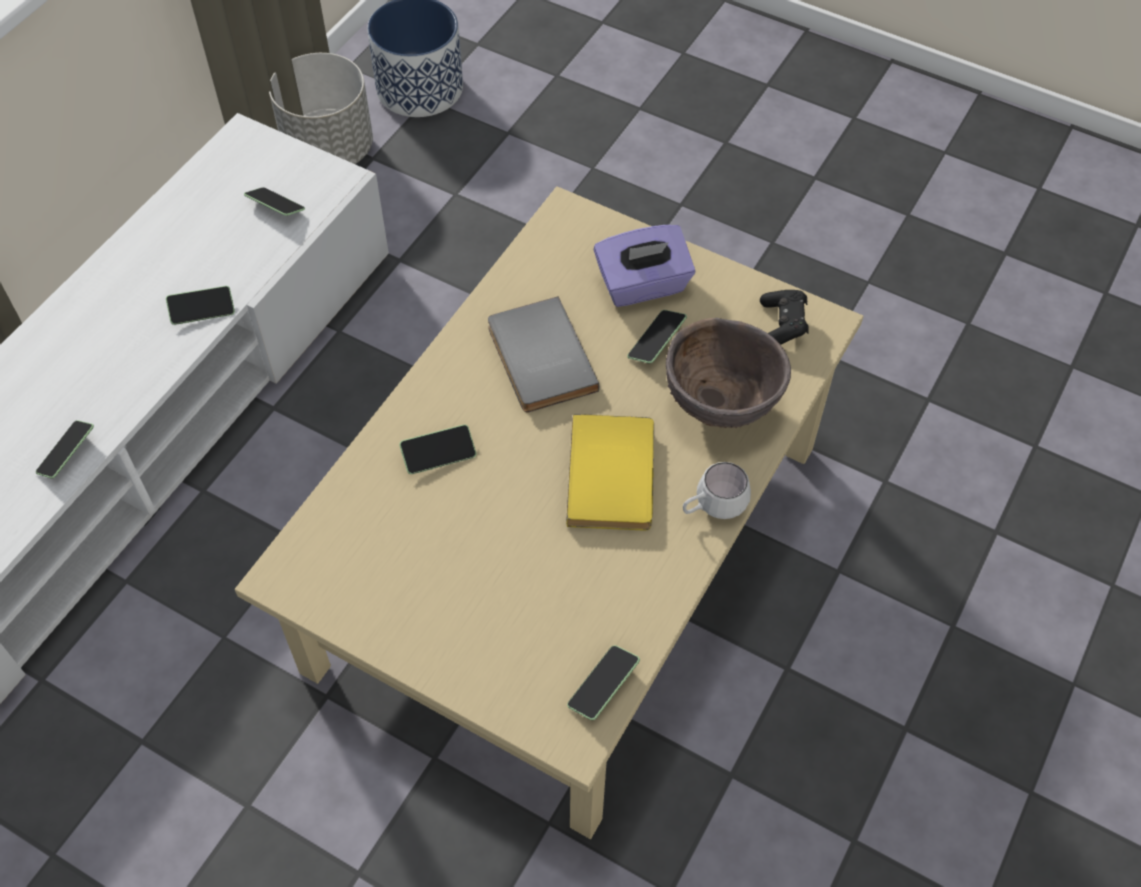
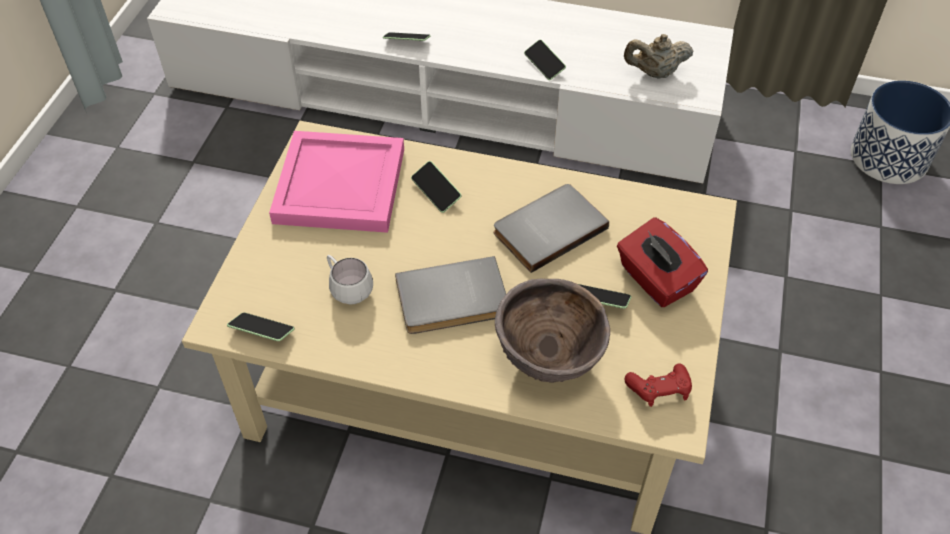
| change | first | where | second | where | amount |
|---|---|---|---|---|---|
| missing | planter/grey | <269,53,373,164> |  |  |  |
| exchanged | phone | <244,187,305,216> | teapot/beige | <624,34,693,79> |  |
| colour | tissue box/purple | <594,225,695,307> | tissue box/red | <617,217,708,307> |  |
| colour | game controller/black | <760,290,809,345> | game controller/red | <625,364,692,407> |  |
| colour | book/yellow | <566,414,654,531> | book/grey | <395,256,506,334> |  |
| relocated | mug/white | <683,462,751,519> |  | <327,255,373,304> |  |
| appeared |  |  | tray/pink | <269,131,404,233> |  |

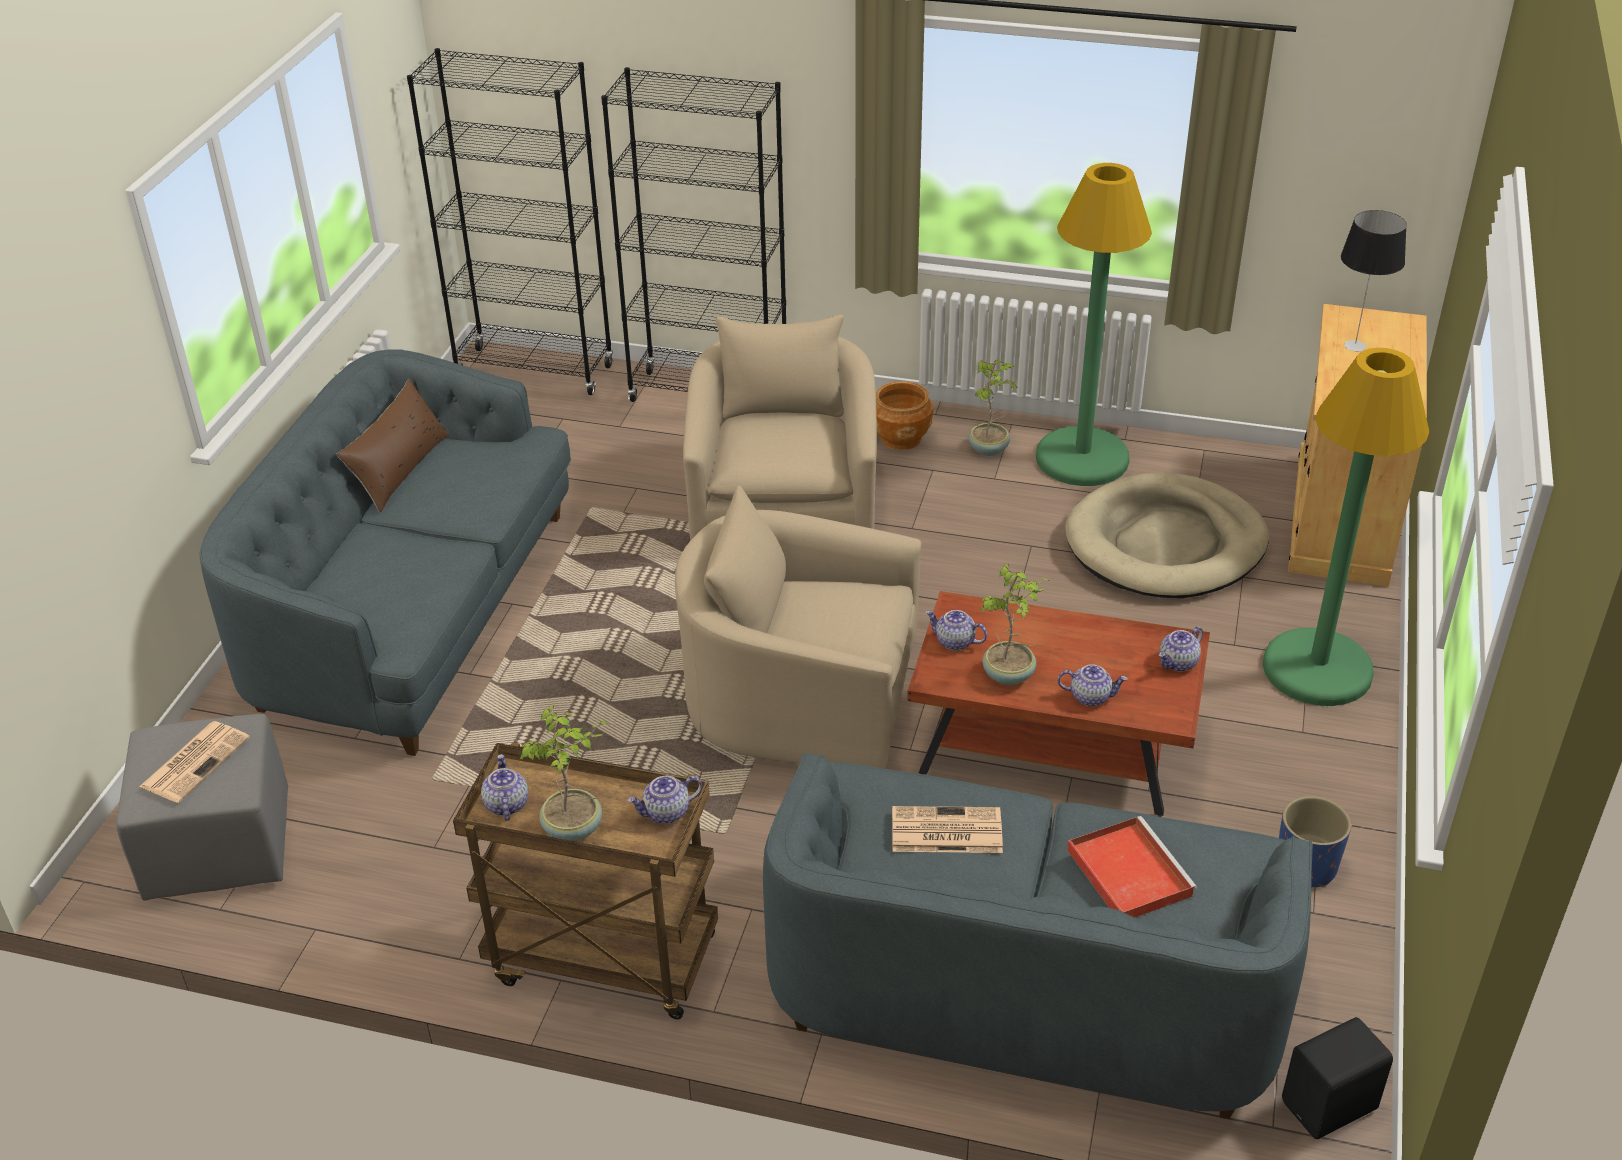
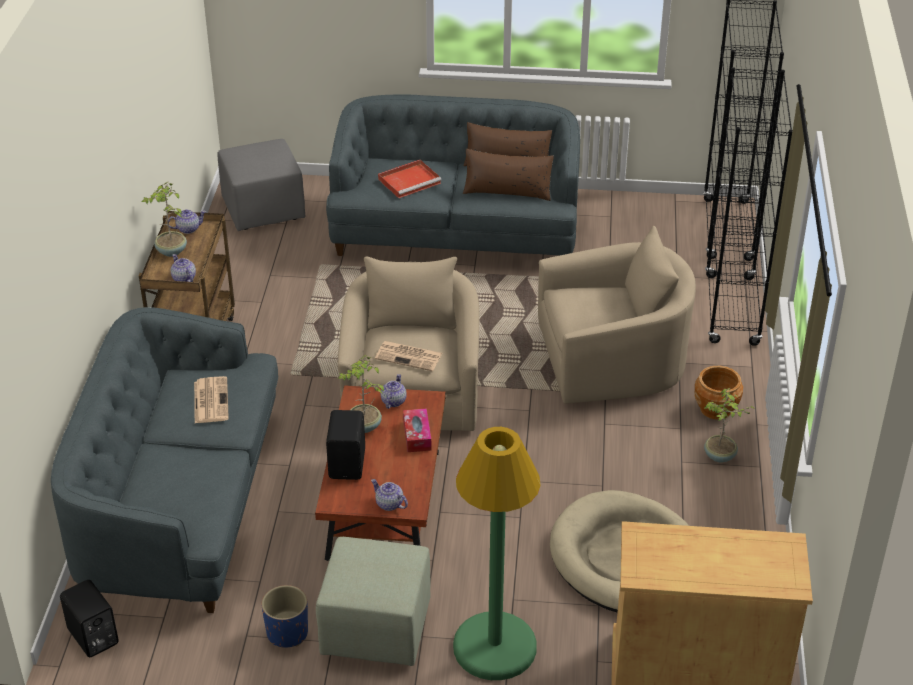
| change | first | where | second | where | amount |
|---|---|---|---|---|---|
| missing | floor lamp/green | <1036,163,1152,486> |  |  |  |
| missing | table lamp | <1341,210,1407,352> |  |  |  |
| exchanged | teapot | <1058,664,1128,706> | speaker/black | <326,410,365,480> |  |
| relocated | newspaper | <139,721,250,803> |  | <375,341,442,371> |  |
| relocated | tray/red | <1067,816,1197,918> |  | <378,160,441,198> |  |
| appeared |  |  | pillow/brown | <463,149,554,201> |  |
| appeared |  |  | tissue box | <403,408,431,452> |  |
| appeared |  |  | ottoman/green | <316,537,431,666> |  |

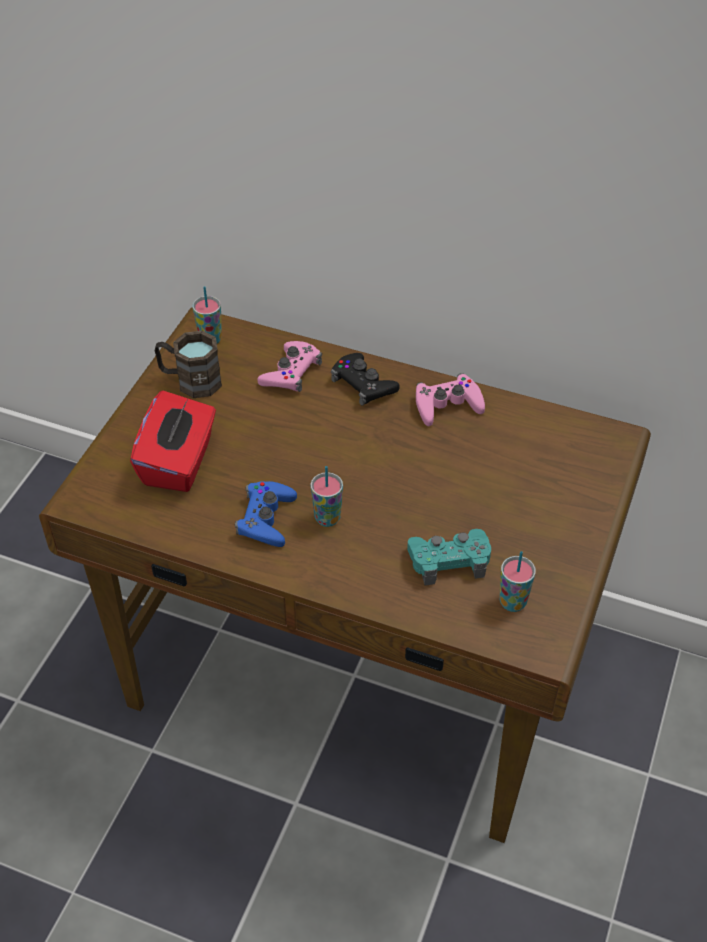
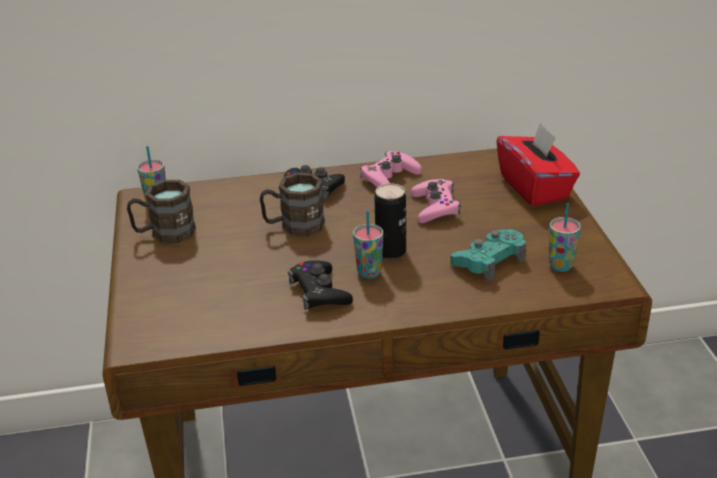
| change | first | where | second | where | amount |
|---|---|---|---|---|---|
| relocated | game controller/pink | <258,341,322,392> |  | <411,179,461,223> |  |
| relocated | tissue box/red | <130,390,216,492> |  | <496,122,580,206> |  |
| colour | game controller/blue | <235,481,297,547> | game controller/black | <288,260,353,310> |  |
| appeared |  |  | mug/brown | <260,173,325,236> |  |
| appeared |  |  | can | <374,183,406,259> |  |

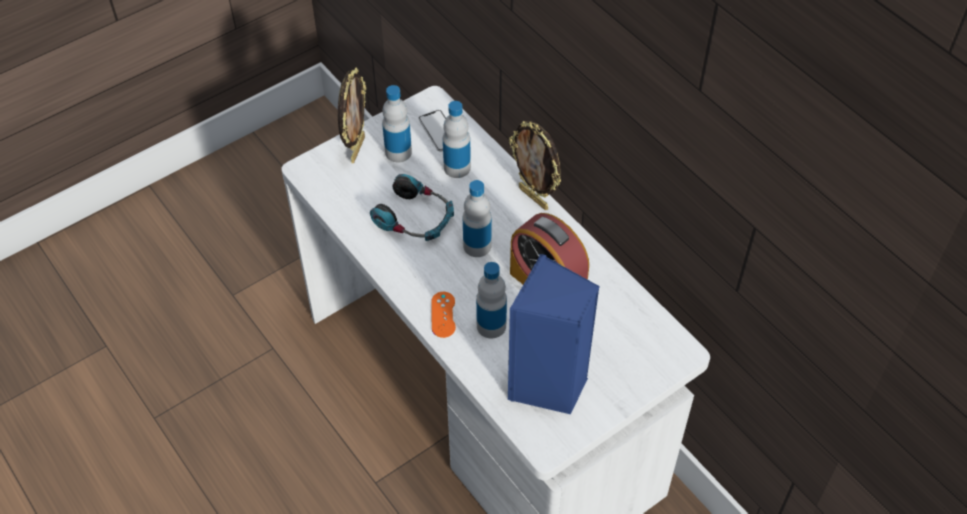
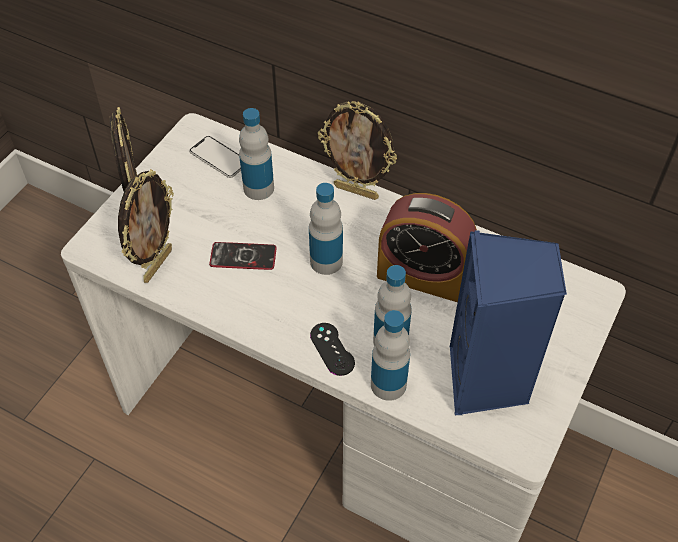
| change | first | where | second | where | amount |
|---|---|---|---|---|---|
| relocated | bottle | <382,85,412,163> |  | <371,310,410,401> |  |
| exchanged | headphones | <370,174,454,241> | phone | <209,242,277,270> |  |
| colour | game controller/orange | <431,292,456,338> | game controller/black | <310,323,355,376> |  |
| appeared |  |  | picture frame | <118,169,174,283> |  |

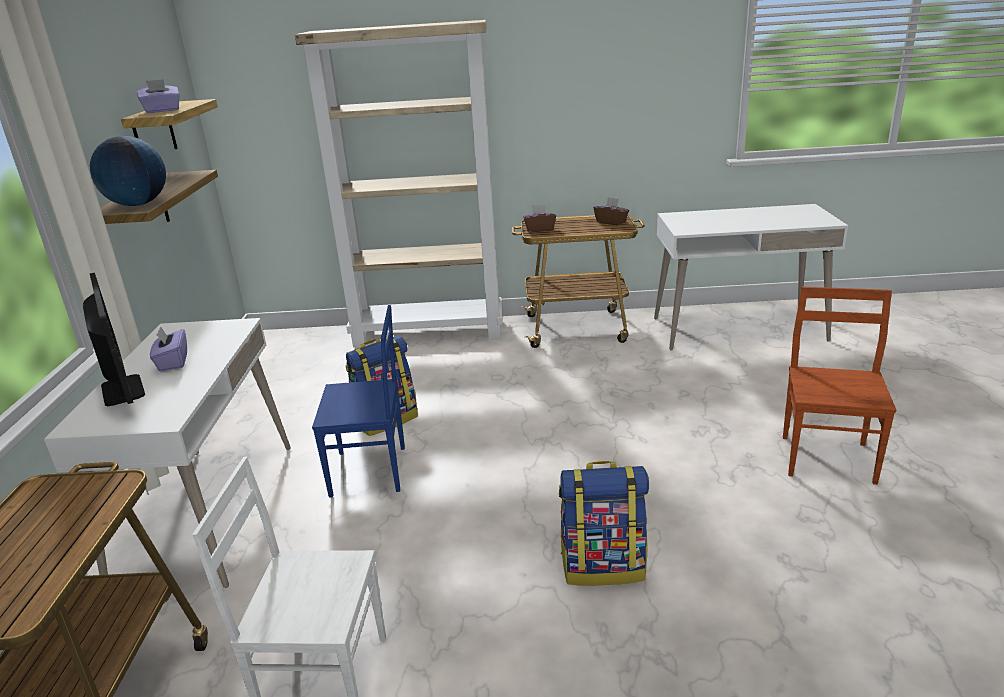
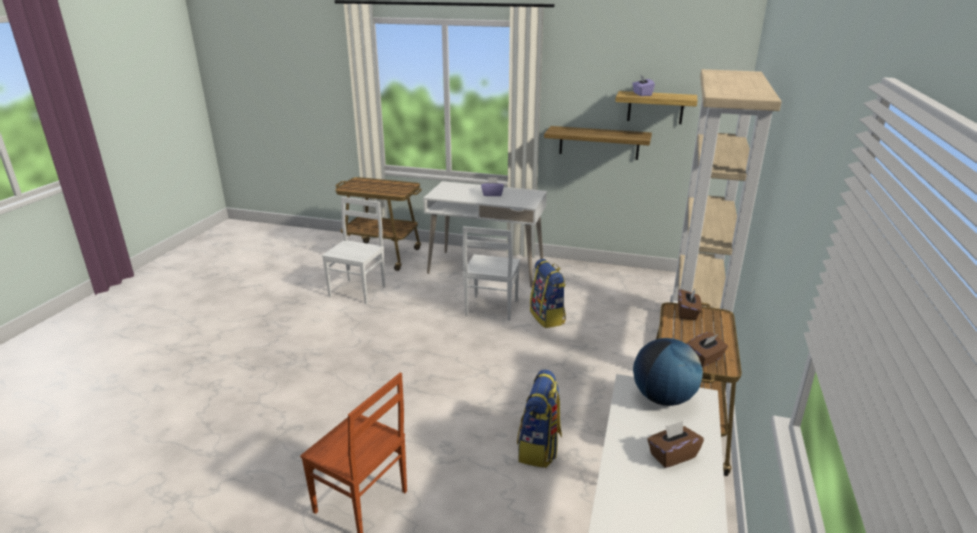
| change | first | where | second | where | amount |
|---|---|---|---|---|---|
| relocated | globe | <90,136,166,206> |  | <633,338,703,406> |  |
| missing | monitor | <83,273,145,406> |  |  |  |
| colour | chair/blue | <312,305,405,498> | chair/white | <462,226,520,321> |  |
| relocated | backpack | <559,461,649,586> |  | <517,369,562,468> |  |
| appeared |  |  | tissue box/brown | <647,421,704,468> |  |

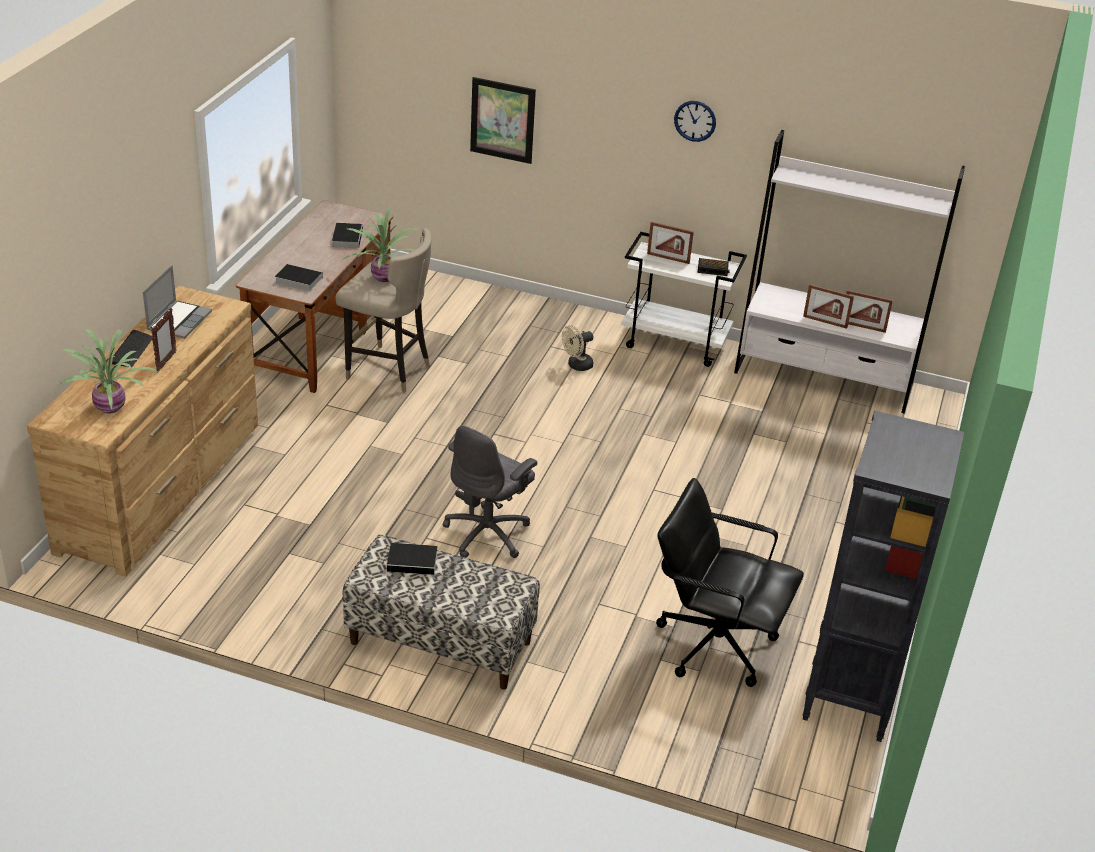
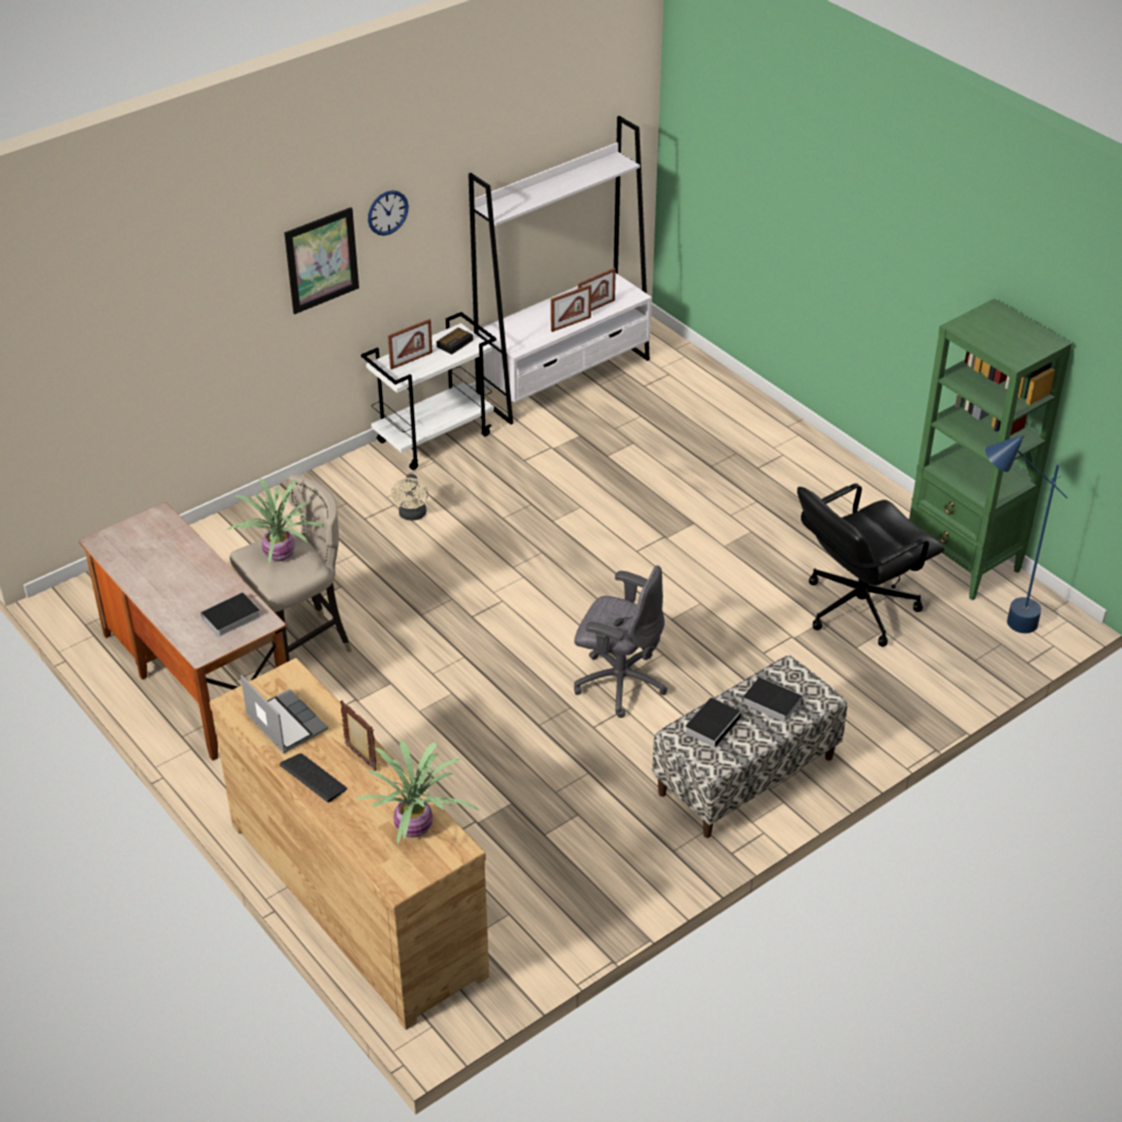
| change | first | where | second | where | amount |
|---|---|---|---|---|---|
| relocated | picture | <470,77,536,164> |  | <284,207,359,314> |  |
| relocated | book | <332,223,363,248> |  | <743,676,802,722> |  |
| colour | bookcase/black | <803,410,965,742> | bookcase/green | <909,299,1072,600> |  |
| spun | office chair/grey | <443,426,537,558> |  | <574,565,668,718> | 45 degrees counterclockwise |
| appeared |  |  | floor lamp/blue | <985,435,1068,633> |  |

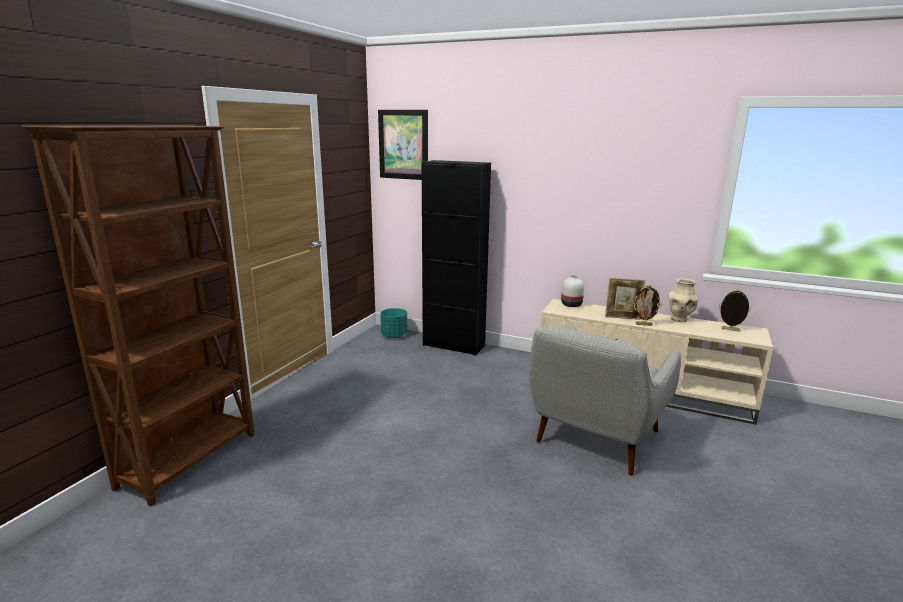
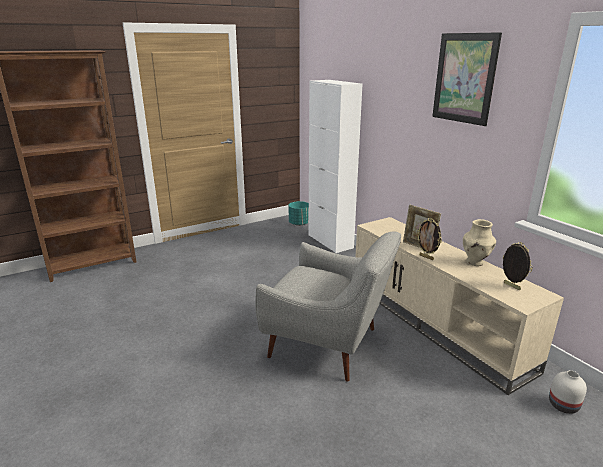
| change | first | where | second | where | amount |
|---|---|---|---|---|---|
| relocated | picture | <378,110,428,180> |  | <432,32,502,126> |  |
| colour | cabinet/black | <422,160,491,356> | cabinet/white | <308,80,362,253> |  |
| relocated | vase/white | <561,275,584,307> |  | <549,370,587,414> |  |
| spun | armchair/grey | <529,327,681,476> |  | <255,231,401,382> | 135 degrees counterclockwise |

